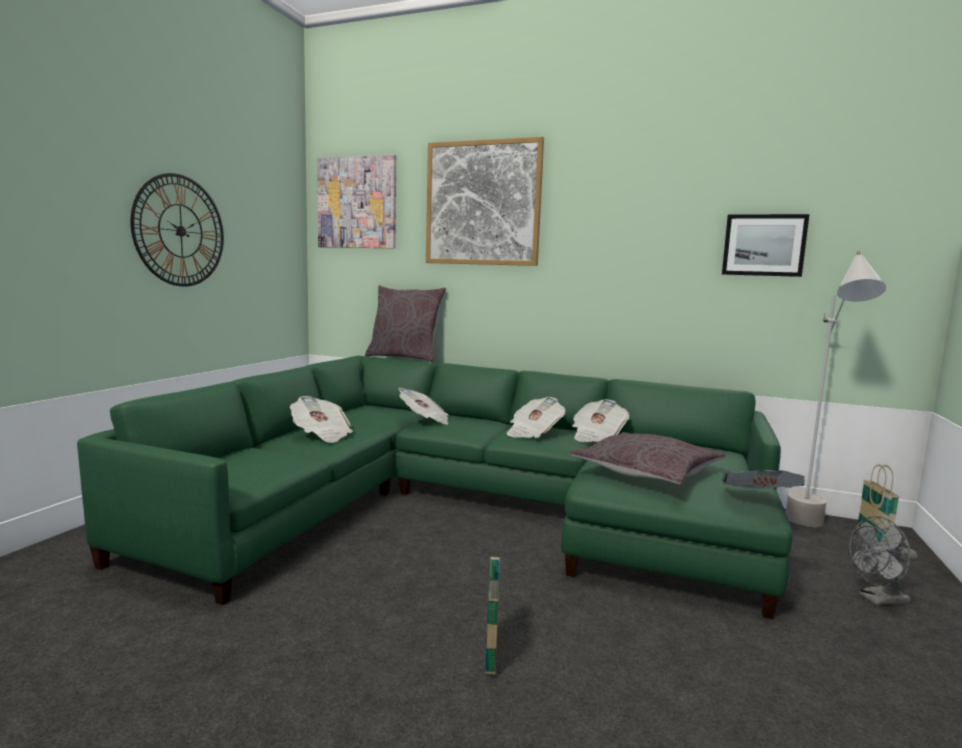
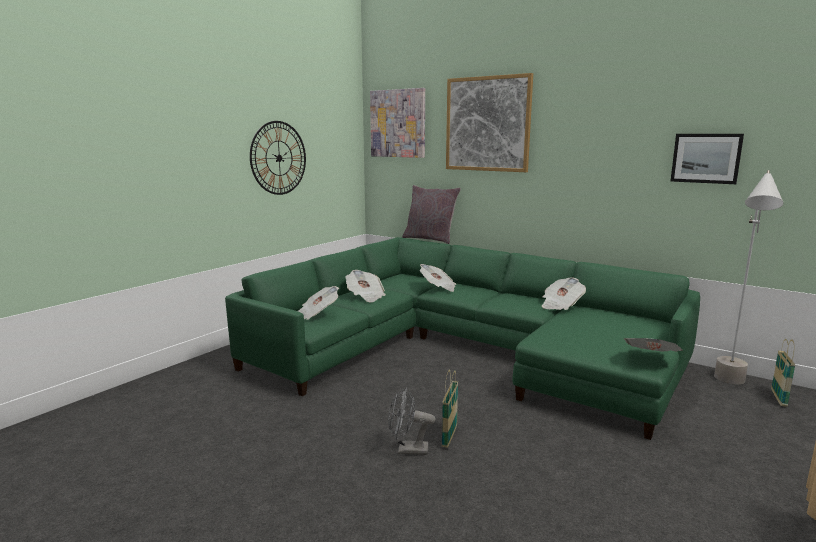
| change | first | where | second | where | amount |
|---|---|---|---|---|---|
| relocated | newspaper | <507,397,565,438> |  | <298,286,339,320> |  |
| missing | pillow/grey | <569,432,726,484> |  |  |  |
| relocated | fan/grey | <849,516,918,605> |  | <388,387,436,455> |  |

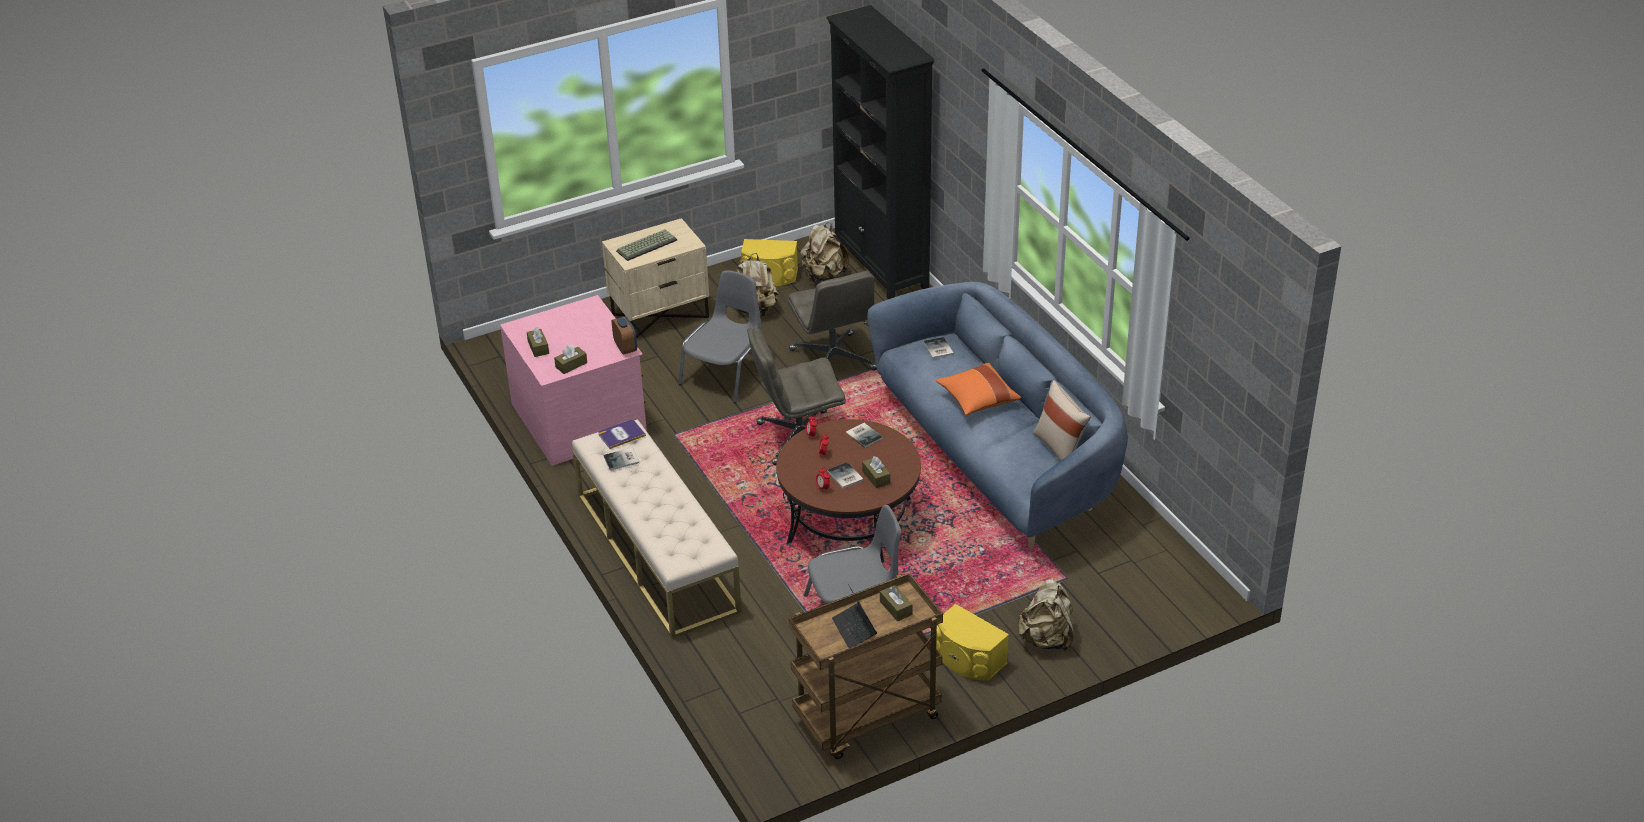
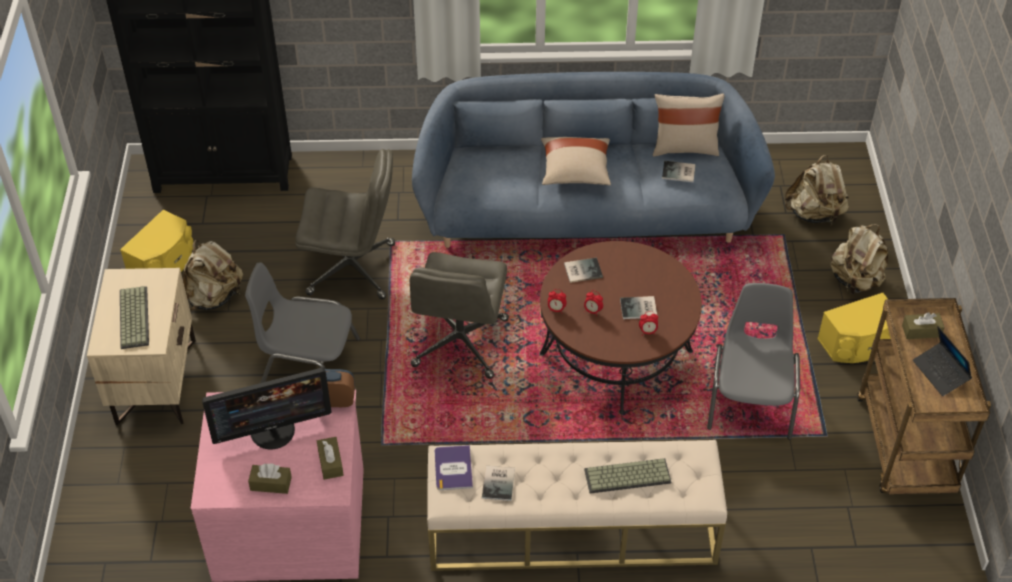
| change | first | where | second | where | amount |
|---|---|---|---|---|---|
| relocated | backpack/beige | <800,223,849,282> |  | <785,155,849,224> |  |
| spun | chair/grey | <679,270,761,403> |  | <245,262,360,383> | 45 degrees counterclockwise |
| relocated | book | <923,337,954,359> |  | <662,161,696,182> |  |
| colour | pillow/orange | <936,363,1021,415> | pillow/beige | <541,137,611,185> |  |
| missing | tissue box/brown | <862,456,890,488> |  |  |  |
| spun | laptop | <832,584,877,648> |  | <913,327,972,396> | 60 degrees clockwise |
| appeared |  |  | monitor | <202,367,332,449> |  |
| appeared |  |  | keyboard | <584,458,671,493> |  |

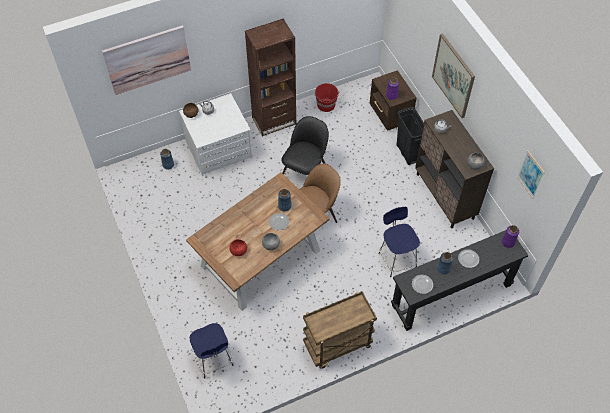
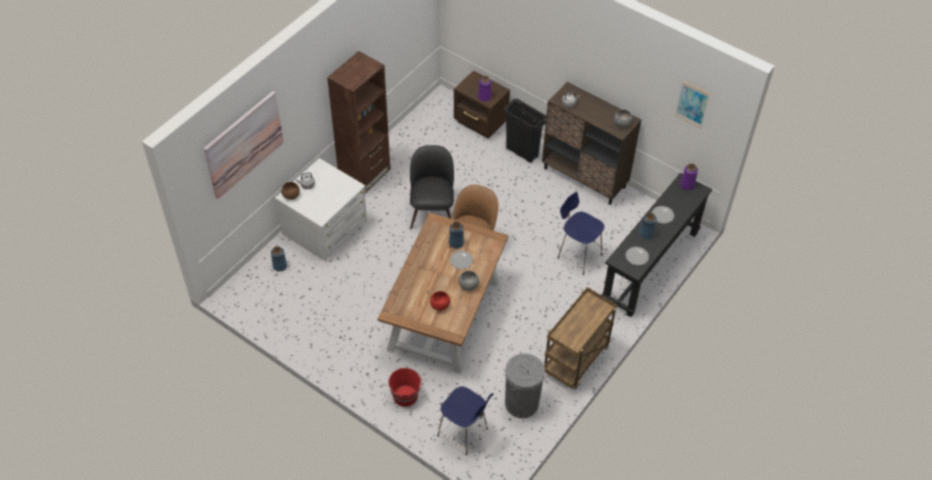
| change | first | where | second | where | amount |
|---|---|---|---|---|---|
| missing | picture | <432,33,475,118> |  |  |  |
| relocated | bucket/red | <315,83,339,112> |  | <388,368,422,407> |  |
| appeared |  |  | trash can/grey | <505,353,545,418> |  |

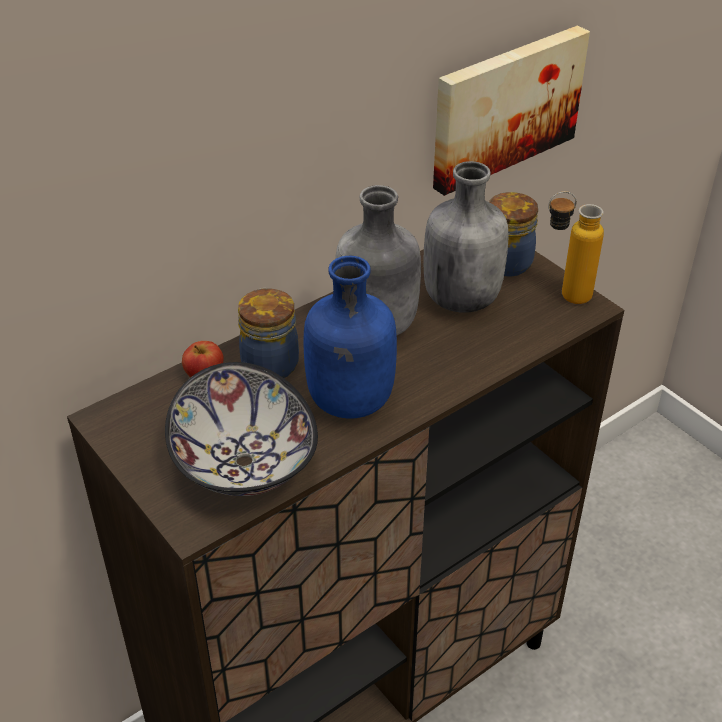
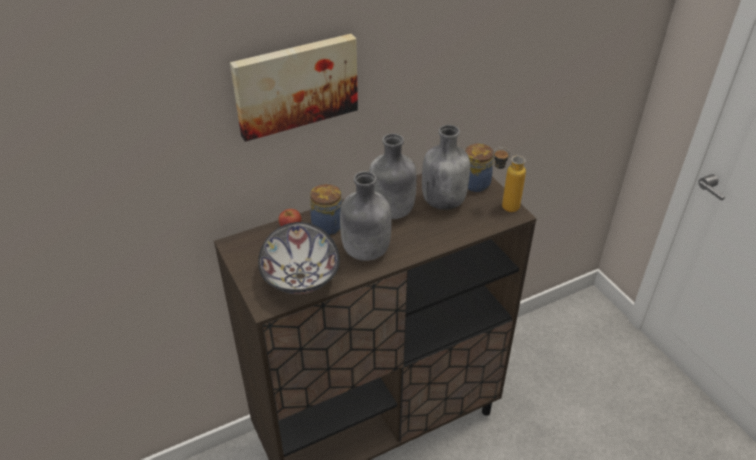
| change | first | where | second | where | amount |
|---|---|---|---|---|---|
| relocated | picture | <433,25,590,196> |  | <230,34,358,142> |  |
| colour | bottle/blue | <304,256,397,419> | bottle/grey | <340,171,392,261> |  |

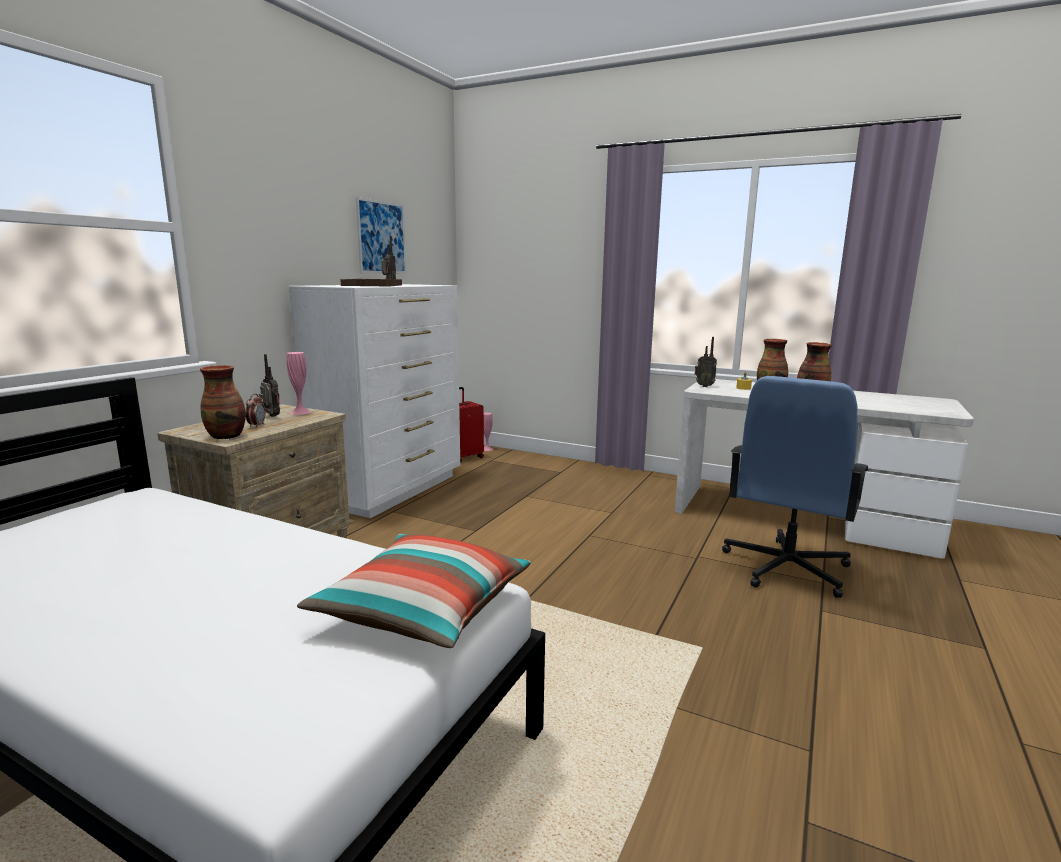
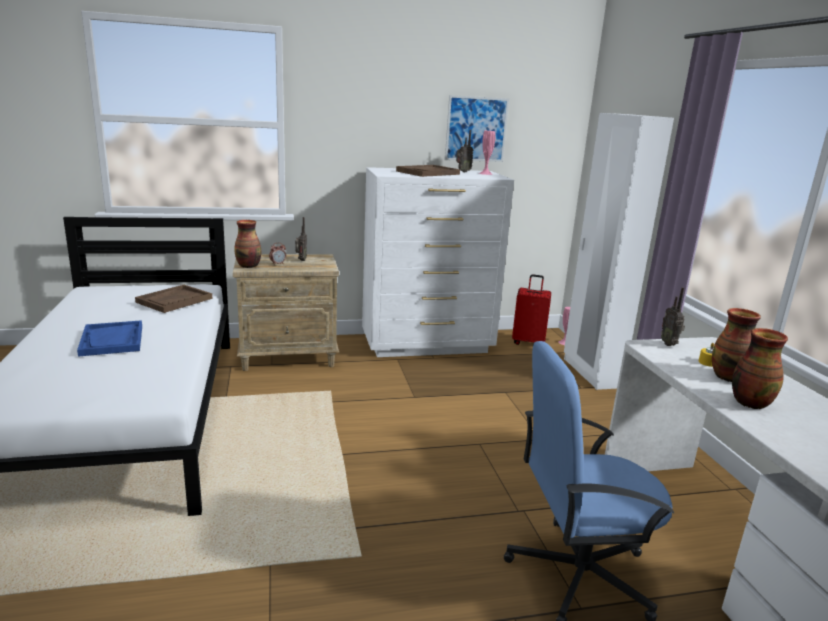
| change | first | where | second | where | amount |
|---|---|---|---|---|---|
| relocated | vase/pink | <286,352,311,415> |  | <479,131,495,175> |  |
| missing | pillow | <297,534,531,648> |  |  |  |
| appeared |  |  | wardrobe/white | <564,113,674,390> |  |
| appeared |  |  | tray/brown | <135,285,212,313> |  |
| appeared |  |  | tray/blue | <77,320,142,357> |  |

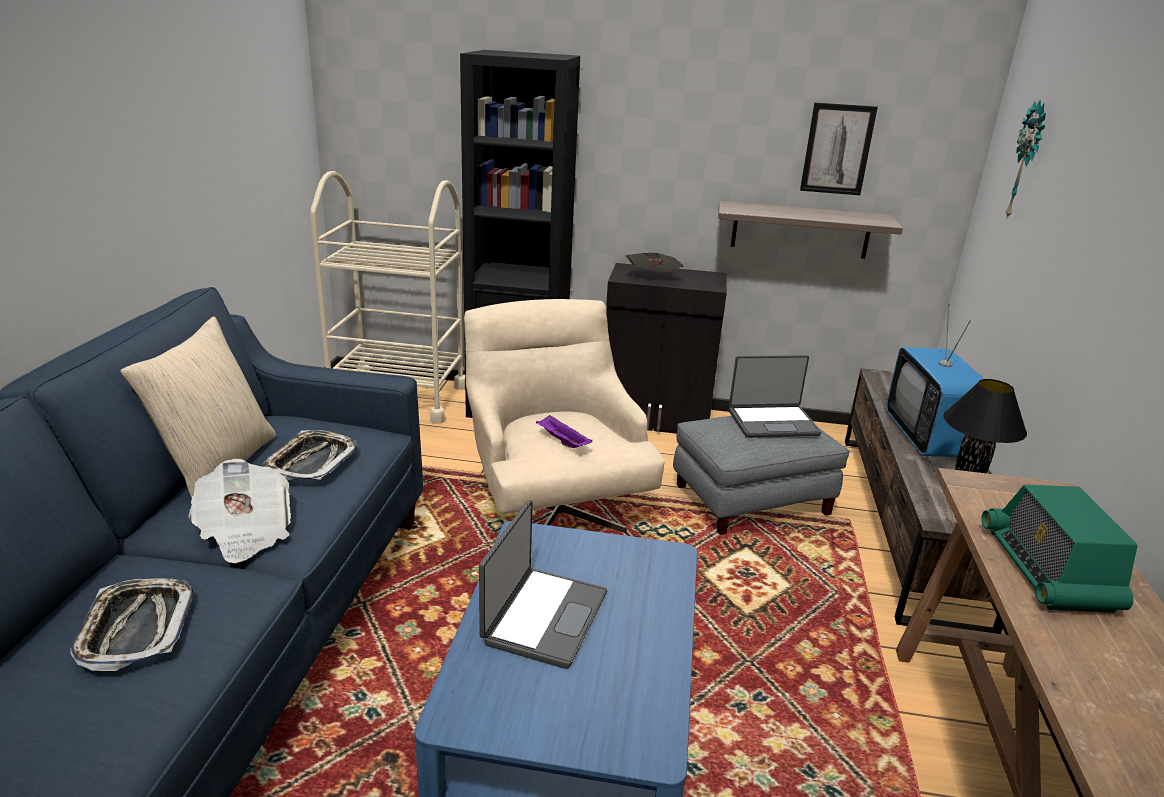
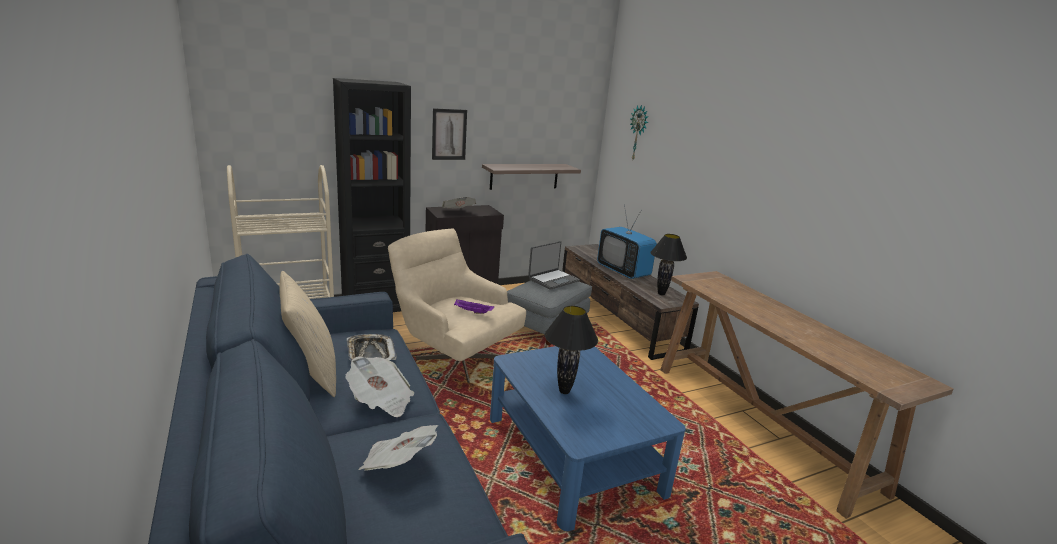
| change | first | where | second | where | amount |
|---|---|---|---|---|---|
| relocated | picture | <800,102,878,195> |  | <432,108,467,160> |  |
| missing | radio | <981,485,1138,613> |  |  |  |
| exchanged | laptop | <479,500,607,669> | table lamp/black | <545,306,598,394> |  |
| exchanged | tray | <70,578,193,671> | newspaper | <359,425,438,471> |  |

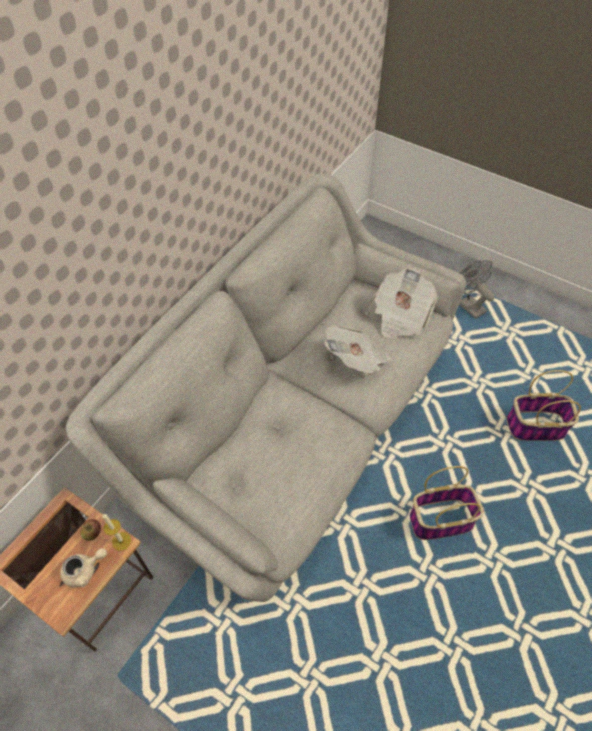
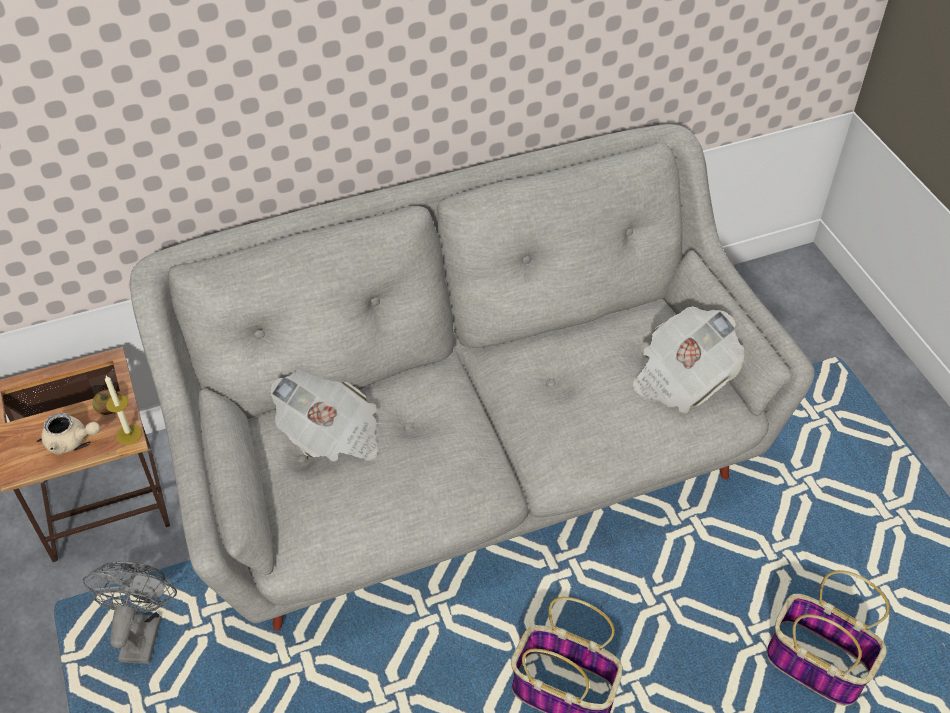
| change | first | where | second | where | amount |
|---|---|---|---|---|---|
| relocated | fan/grey | <460,260,494,319> |  | <83,561,177,664> |  |
| relocated | newspaper | <324,324,391,374> |  | <270,370,378,461> |  |

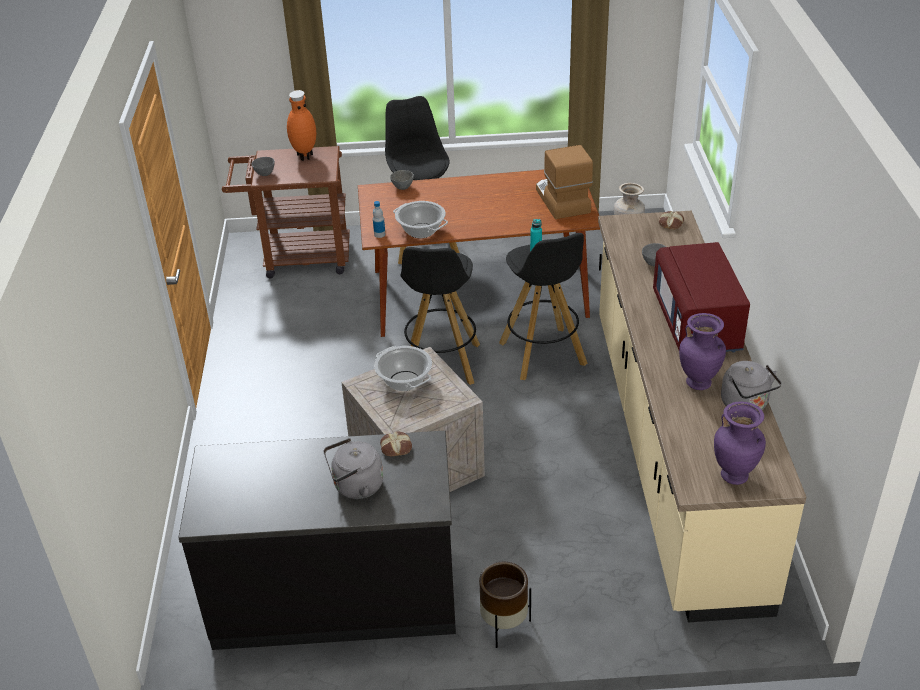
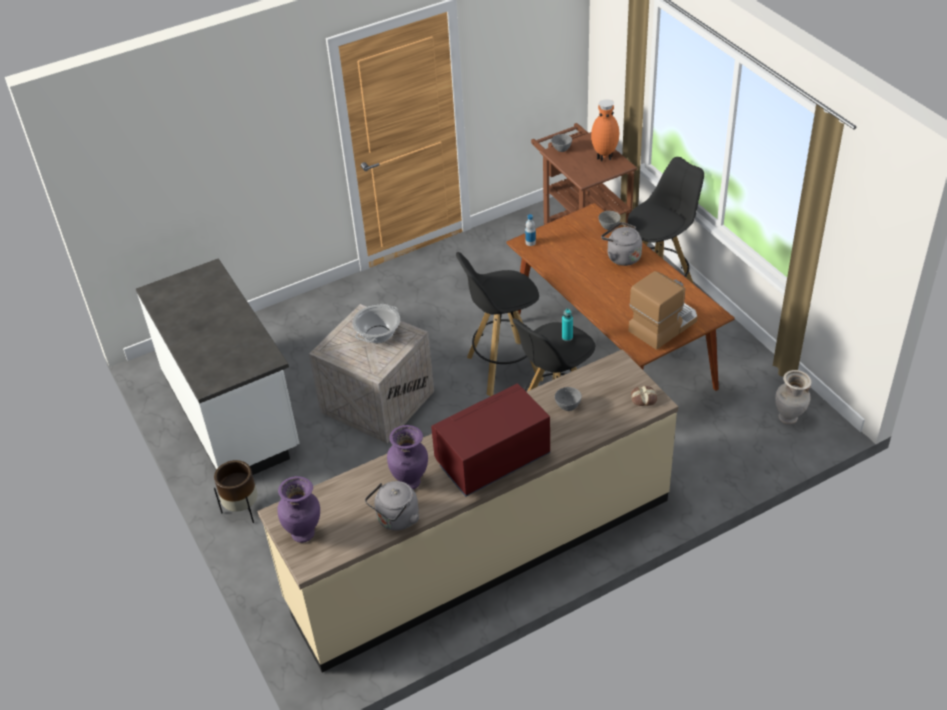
| change | first | where | second | where | amount |
|---|---|---|---|---|---|
| missing | cooking pot | <393,201,448,238> |  |  |  |
| colour | counter/black | <178,430,456,650> | counter/white | <136,258,299,475> |  |
| missing | bread | <380,432,412,456> |  |  |  |
| relocated | kettle/grey | <323,438,383,499> |  | <601,222,642,266> |  |

